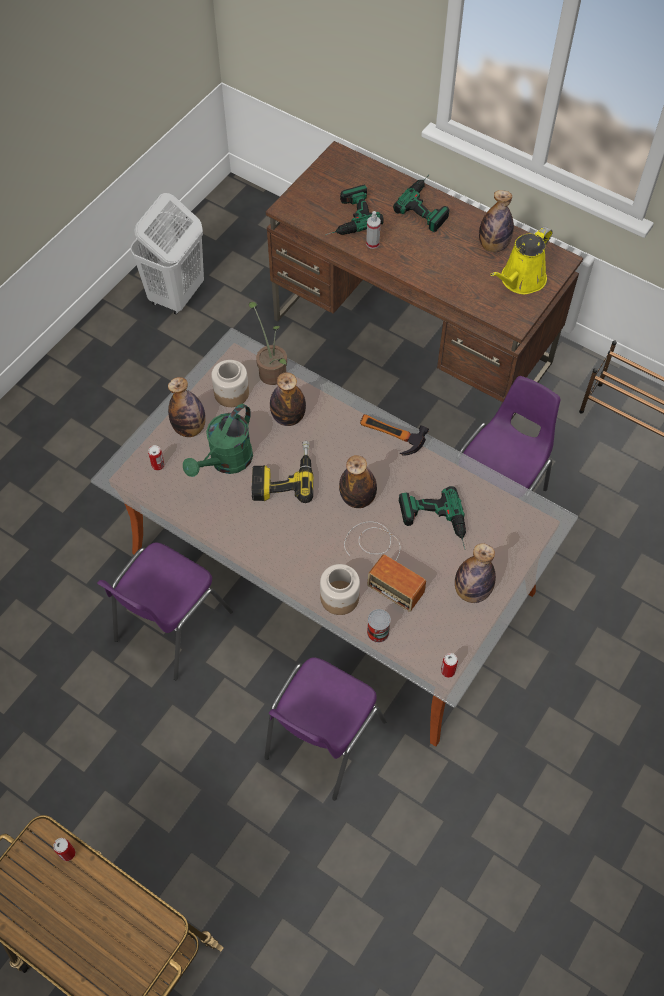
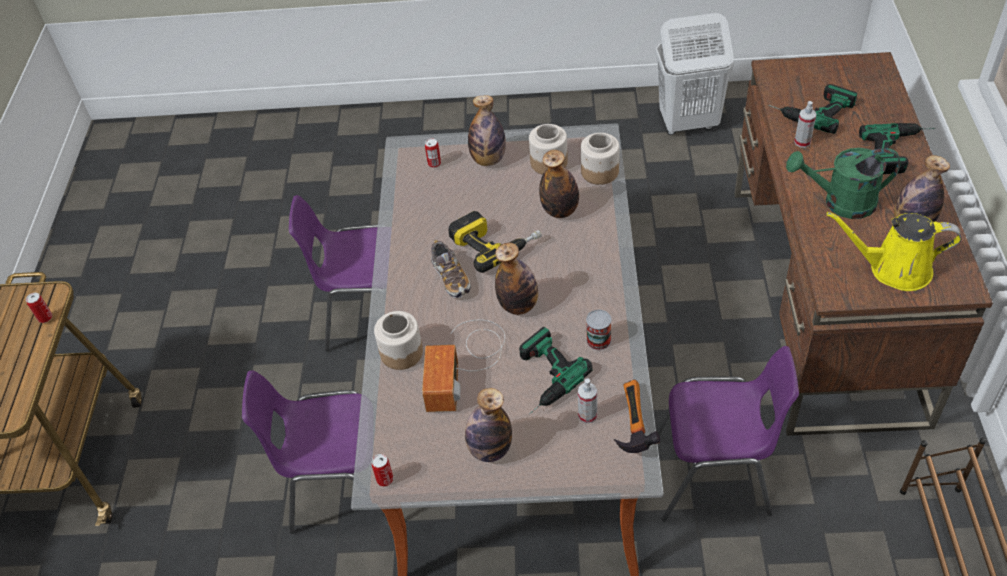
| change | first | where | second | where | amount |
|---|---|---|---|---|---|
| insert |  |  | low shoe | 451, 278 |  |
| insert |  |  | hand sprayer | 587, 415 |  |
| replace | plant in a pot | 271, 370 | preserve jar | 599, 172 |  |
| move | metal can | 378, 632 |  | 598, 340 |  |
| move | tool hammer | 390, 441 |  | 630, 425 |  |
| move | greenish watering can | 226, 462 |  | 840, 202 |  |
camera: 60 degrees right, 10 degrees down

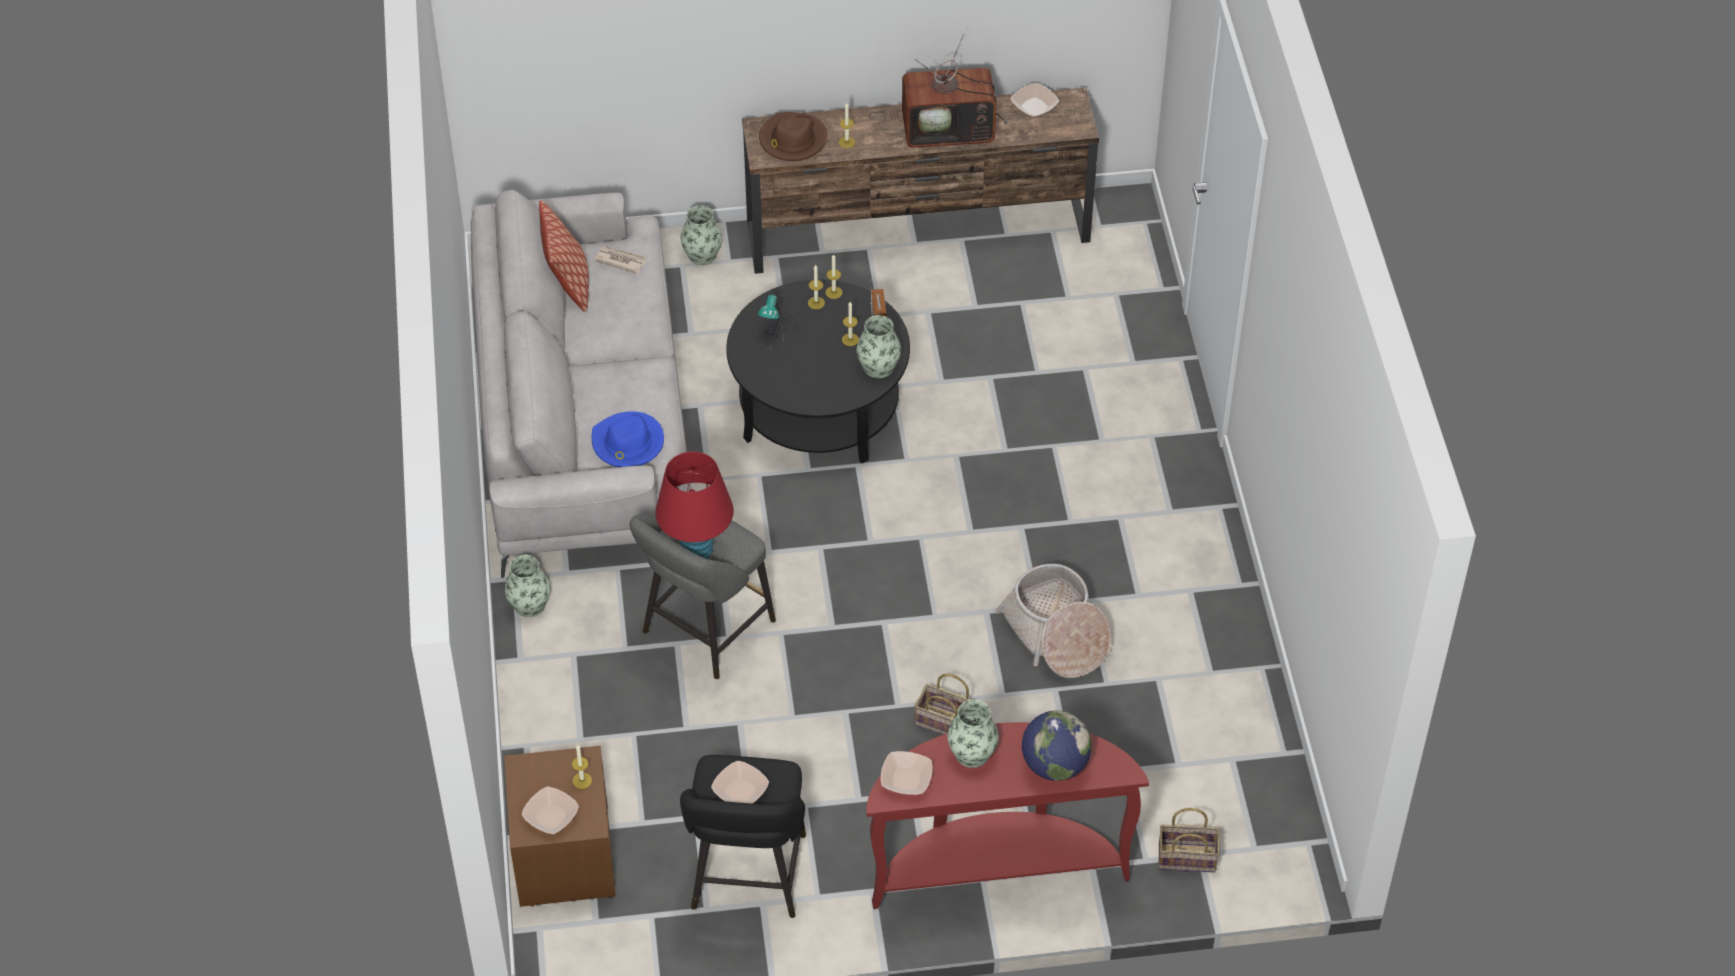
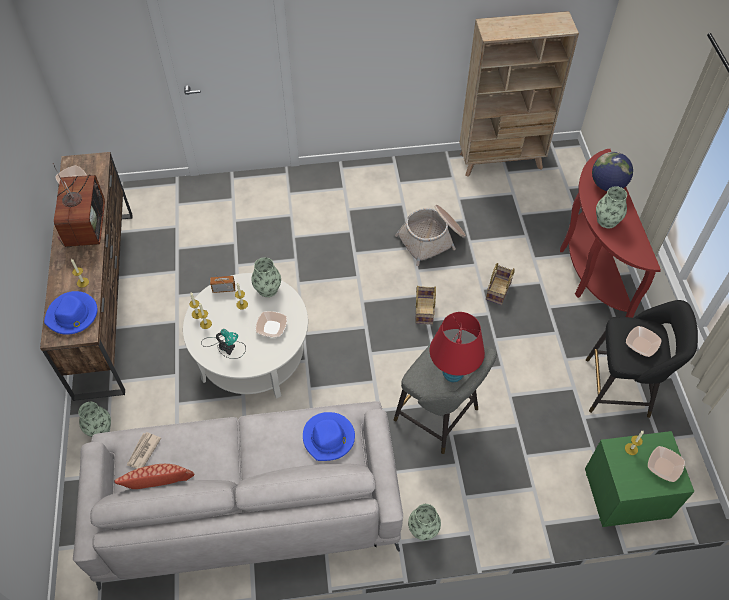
| change | first | where | second | where | amount |
|---|---|---|---|---|---|
| recolor | brown wearable hat | 792, 140 | blue wearable hat | 72, 315 |  |
| recolor | black lounge table | 819, 406 | white-coloured lounge table | 252, 355 |  |
| move | deep dish | 906, 779 |  | 271, 327 |  |
| move | storage basket | 1188, 857 |  | 423, 310 |  |
| insert |  |  | beige bookcase | 501, 161 |  |
| recolor | brown nightstand | 562, 855 | greenish nightstand | 626, 494 |  |
camera: 90 degrees left, 5 degrees up

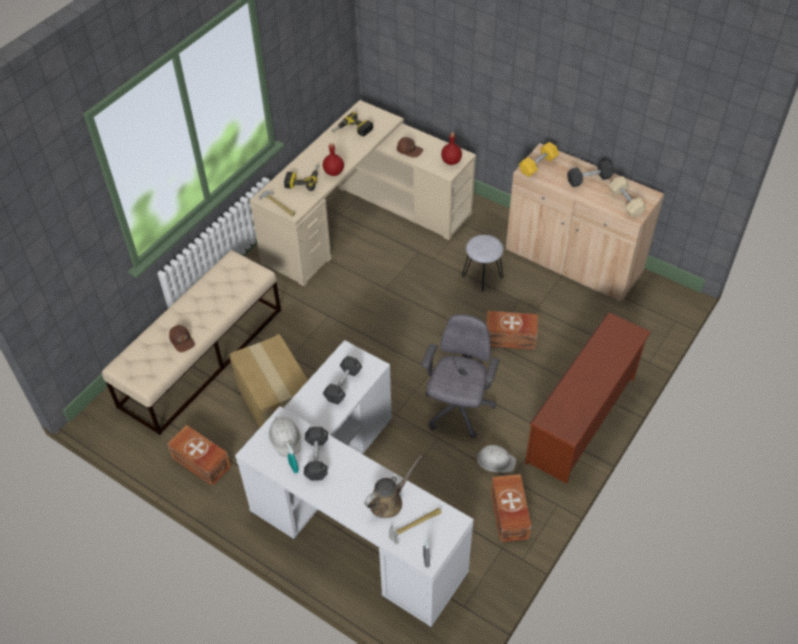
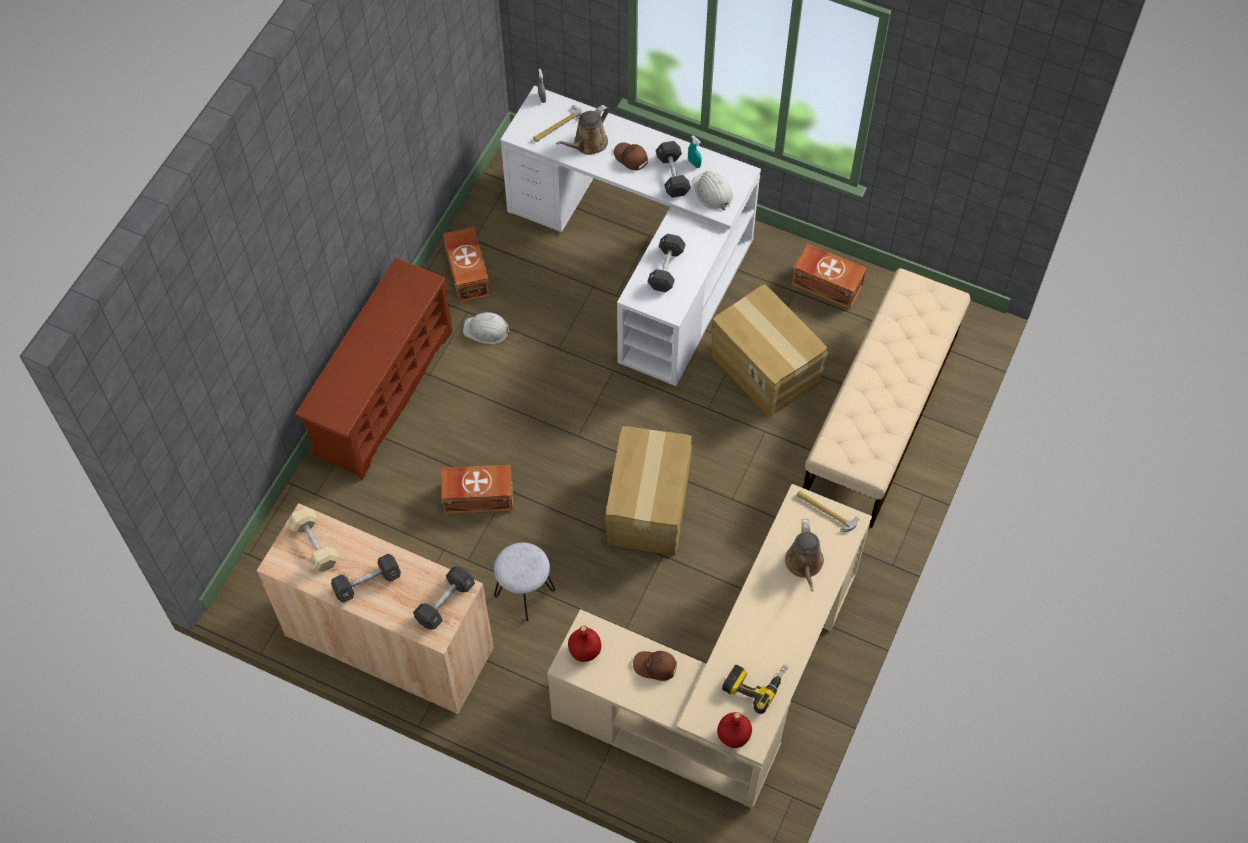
| change | first | where | second | where | amount |
|---|---|---|---|---|---|
| recolor | yellow-coloured free weight | 538, 165 | black free weight | 445, 602 |  |
| insert |  |  | packing box | 649, 506 |  |
| move | brown cap | 182, 341 |  | 630, 158 |  |
| move | red bottle | 333, 172 |  | 734, 736 |  |
| replace | drill | 303, 180 | brown watering can | 804, 564 |  |
| delete | grey desk chair | 457, 410 |  |  |  |
camera: 170 degrees right, 10 degrees up

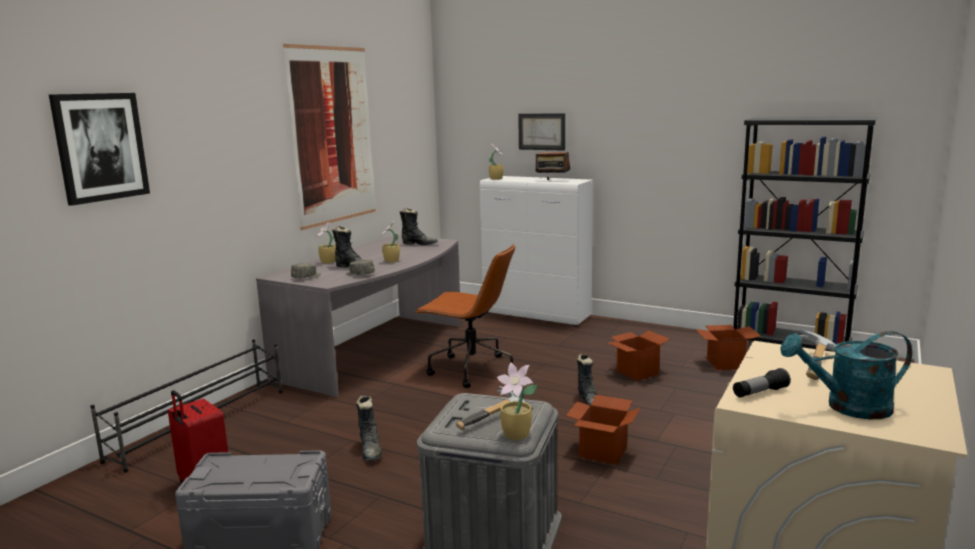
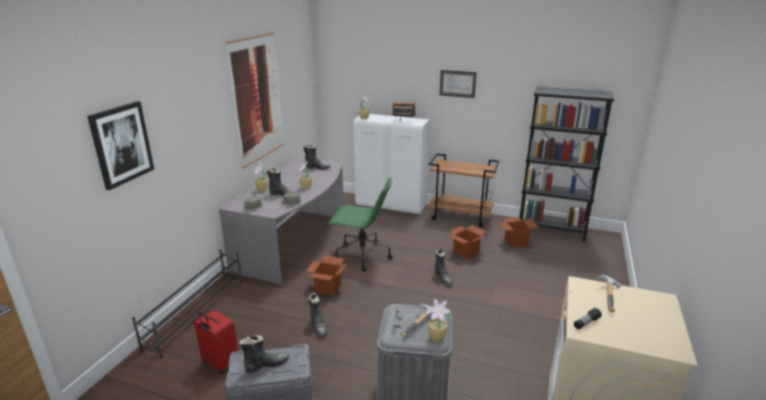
| change | first | where | second | where | amount |
|---|---|---|---|---|---|
| insert |  |  | black boot | 266, 365 |  |
| move | packing box | 603, 452 |  | 328, 287 |  |
| recolor | brown desk chair | 470, 370 | greenish desk chair | 361, 256 |  |
| insert |  |  | brown cart | 460, 217 |  |
| move | picture | 541, 131 |  | 457, 83 |  |
| delete | turquoise watering can | 847, 407 |  |  |  |
camera: 10 degrees left, 10 degrees up

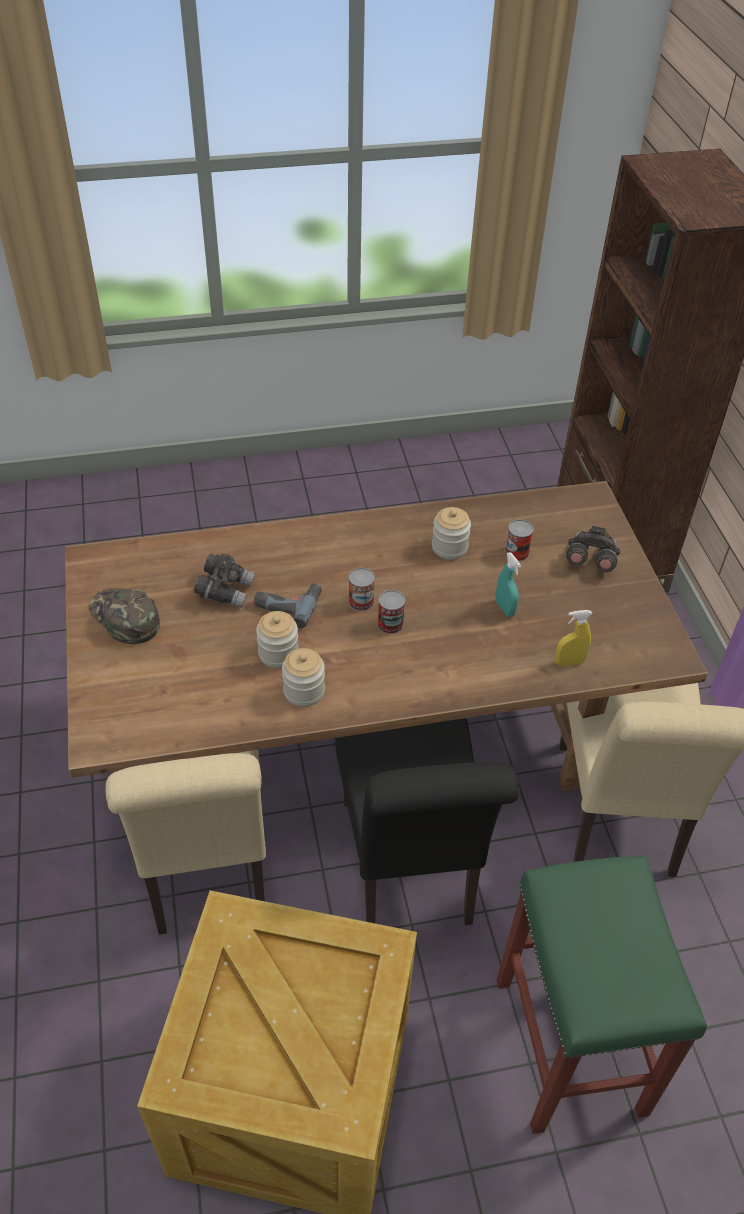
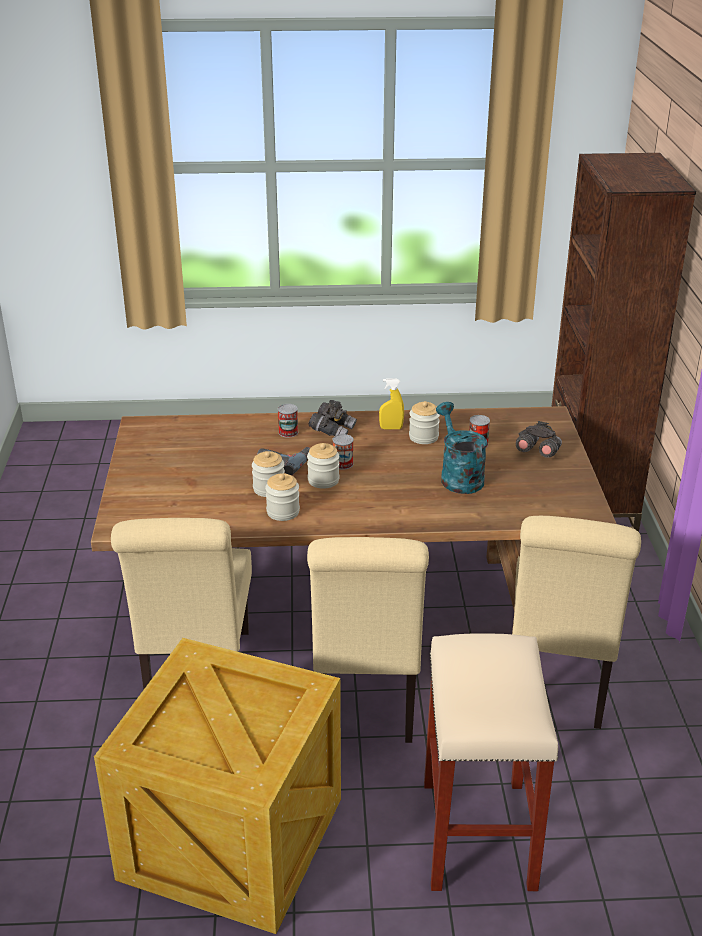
| change | first | where | second | where | amount |
|---|---|---|---|---|---|
| move | metal can | 390, 624 |  | 288, 432 |  |
| insert |  |  | preserve jar | 323, 480 |  |
| recolor | black upright chair | 409, 870 | beige upright chair | 366, 700 |  |
| move | grey binoculars | 225, 590 |  | 332, 430 |  |
| move | yellow-coloured hand sprayer | 569, 662 |  | 391, 428 |  |
| recolor | greenish stool | 571, 1047 | beige stool | 479, 836 |  |
| replace | turquoise hand sprayer | 505, 608 | turquoise watering can | 458, 476 |  |
| delete | greenish cap | 124, 618 |  |  |  |
camera: 10 degrees right, 15 degrees down

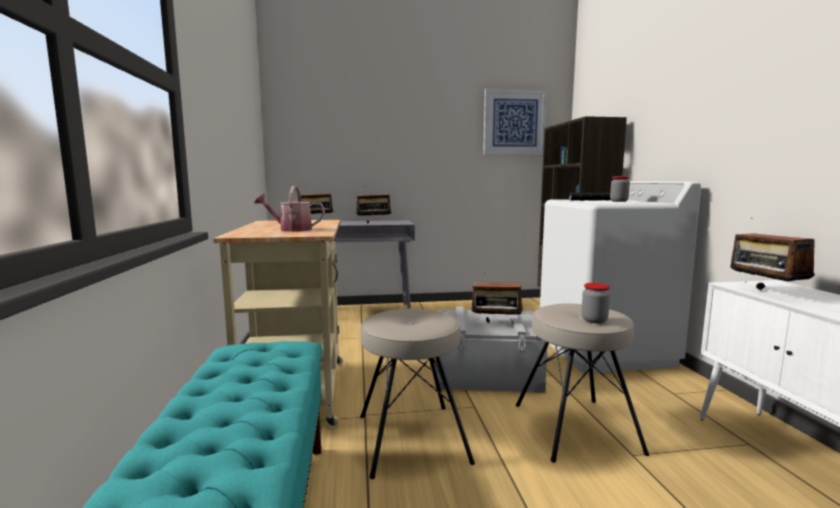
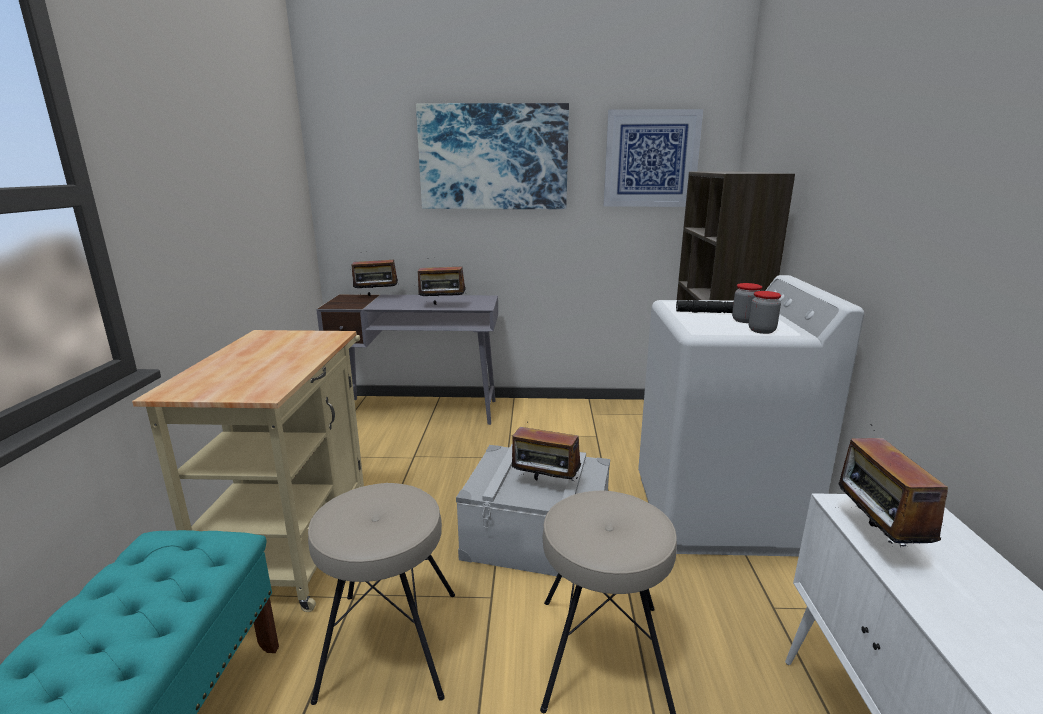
| change | first | where | second | where | amount |
|---|---|---|---|---|---|
| insert |  |  | picture | 493, 157 |  |
| move | preserve jar | 594, 320 |  | 761, 331 |  |
| delete | watering can | 291, 229 |  |  |  |
camera: 10 degrees right, 10 degrees up

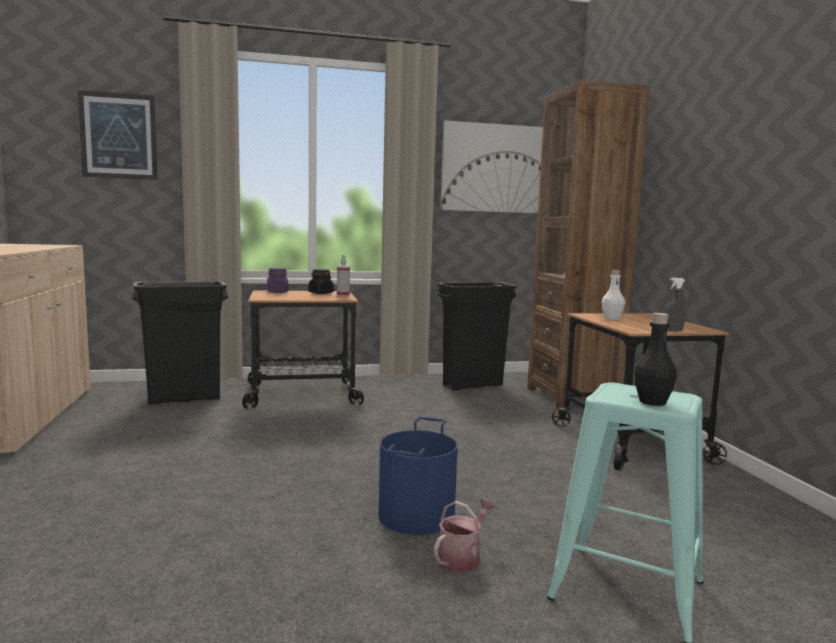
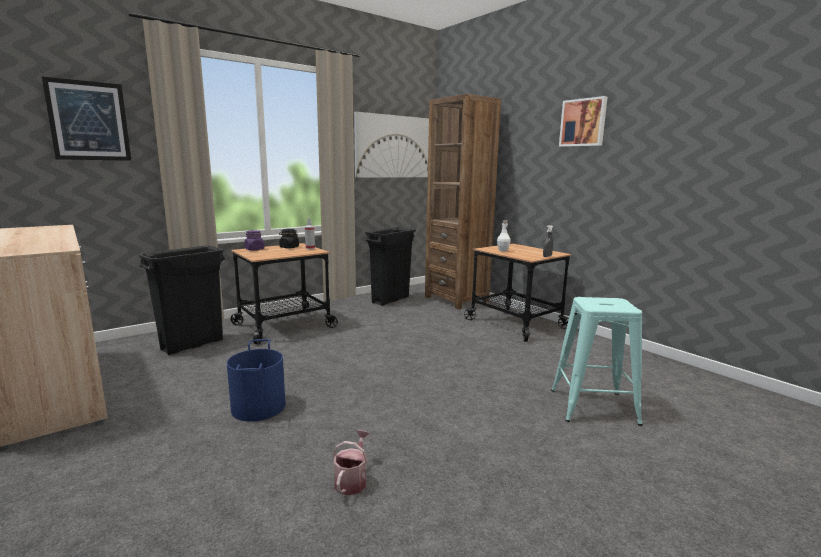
| change | first | where | second | where | amount |
|---|---|---|---|---|---|
| move | blue bucket | 417, 516 |  | 259, 407 |  |
| move | watering can | 462, 558 |  | 352, 480 |  |
| insert |  |  | picture | 583, 122 |  |
| delete | black bottle | 652, 402 |  |  |  |
camera: 25 degrees left, 5 degrees up

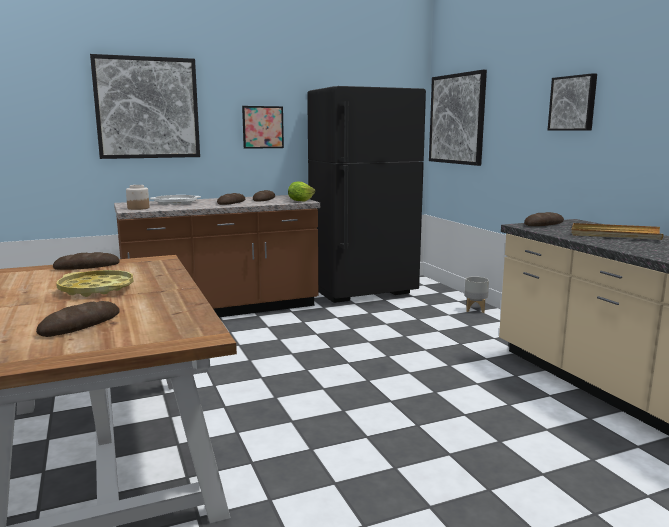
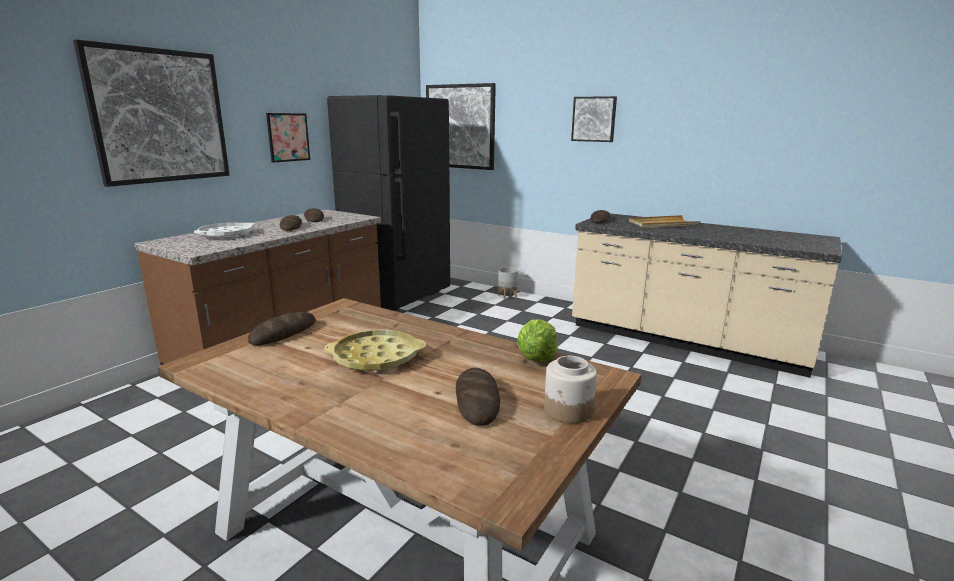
| change | first | where | second | where | amount |
|---|---|---|---|---|---|
| move | head of lettuce | 300, 201 |  | 536, 357 |  |
| move | preserve jar | 138, 208 |  | 568, 410 |  |
camera: 35 degrees left, 5 degrees up

